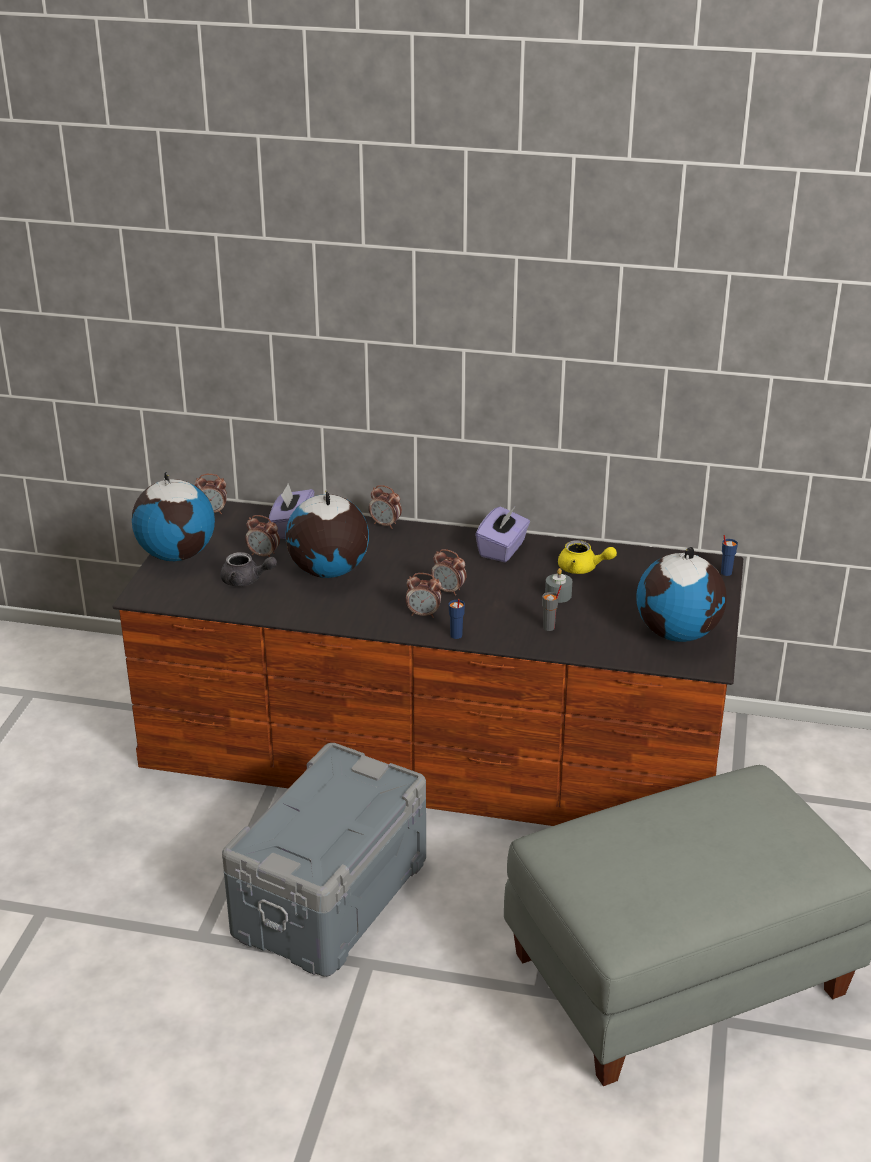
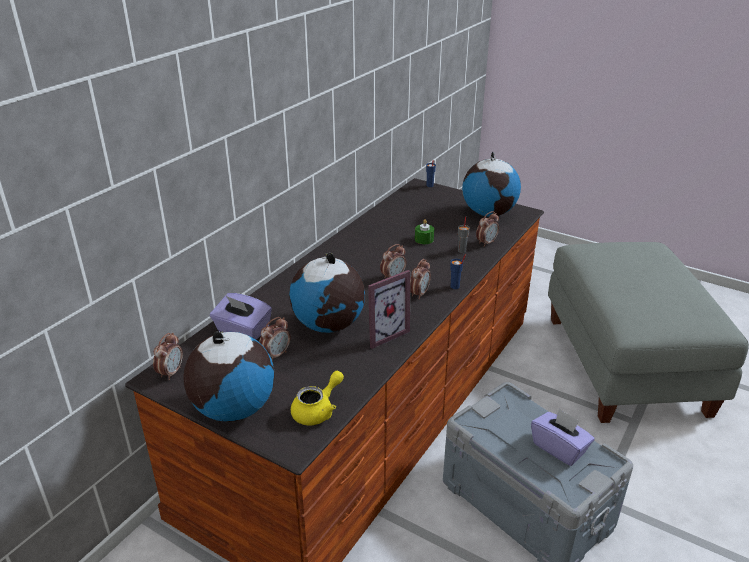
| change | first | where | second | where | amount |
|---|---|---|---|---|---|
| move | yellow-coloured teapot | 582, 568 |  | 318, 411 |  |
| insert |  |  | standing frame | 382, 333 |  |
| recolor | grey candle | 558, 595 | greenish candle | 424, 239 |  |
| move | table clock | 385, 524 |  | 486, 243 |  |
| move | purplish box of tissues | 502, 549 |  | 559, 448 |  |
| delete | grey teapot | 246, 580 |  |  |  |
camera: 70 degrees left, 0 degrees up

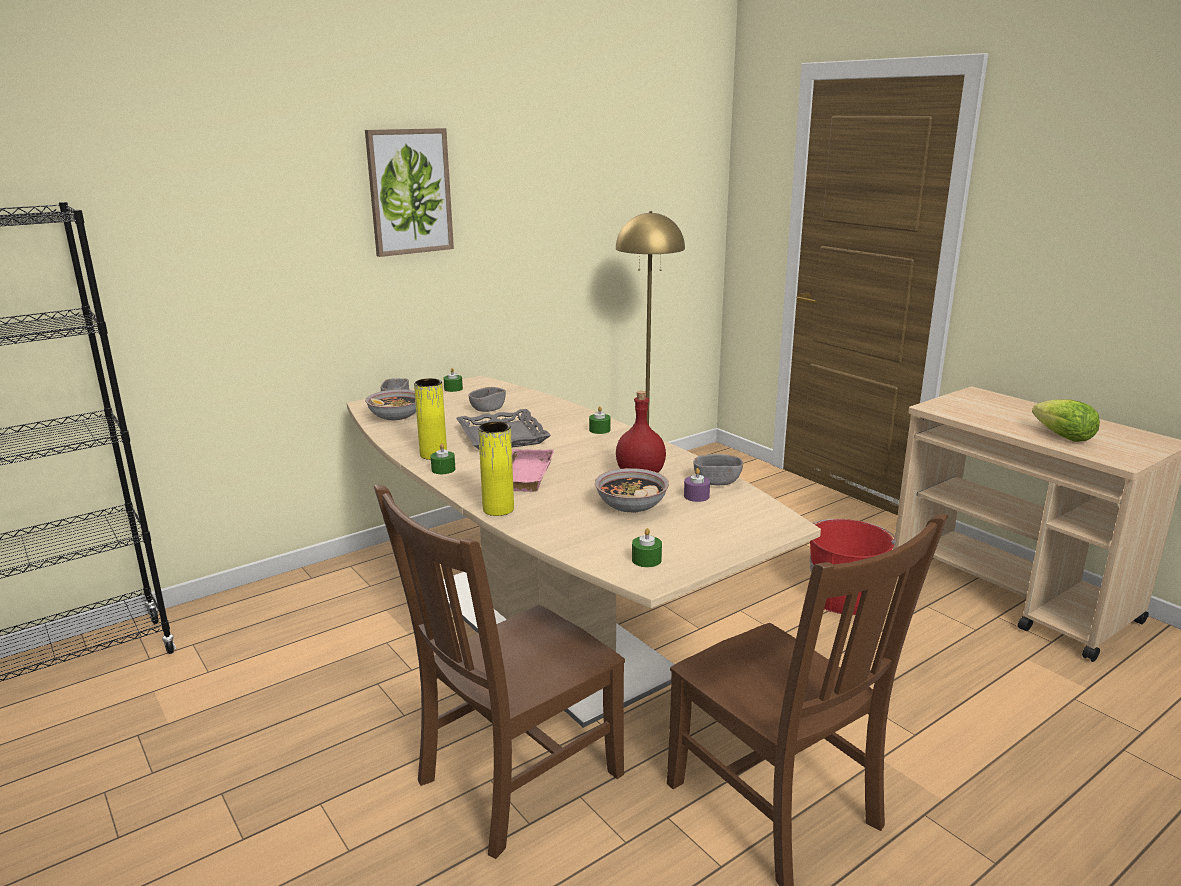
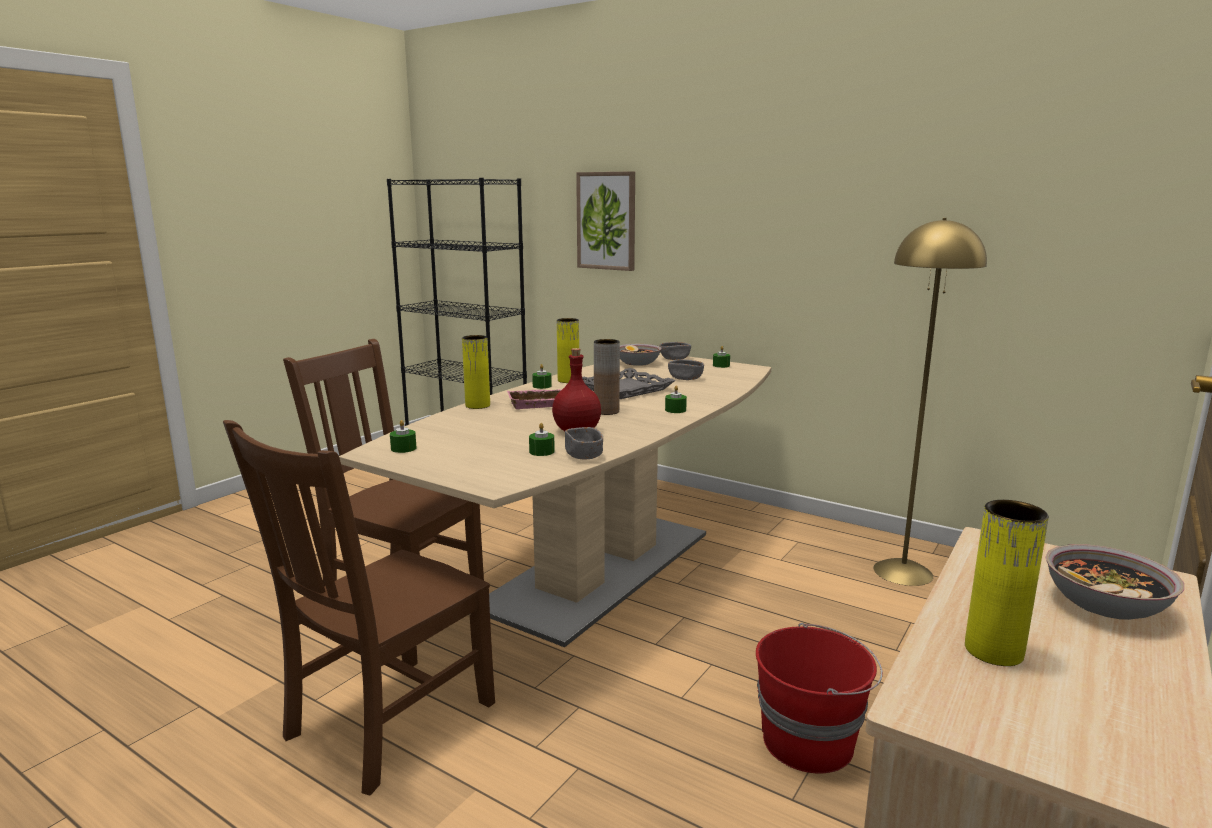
| change | first | where | second | where | amount |
|---|---|---|---|---|---|
| recolor | purplish candle | 696, 496 | greenish candle | 542, 451 |  |
| move | picture | 409, 192 |  | 606, 221 |  |
| insert |  |  | brown vase | 606, 411 |  |
| replace | head of lettuce | 1063, 437 | yellow-coloured vase | 993, 651 |  |
| move | deep dish | 631, 505 |  | 1105, 605 |  |
camera: 70 degrees right, 5 degrees down

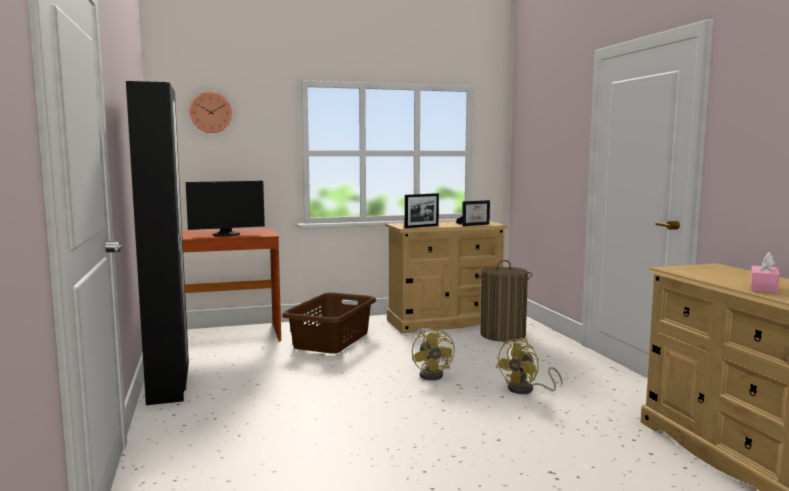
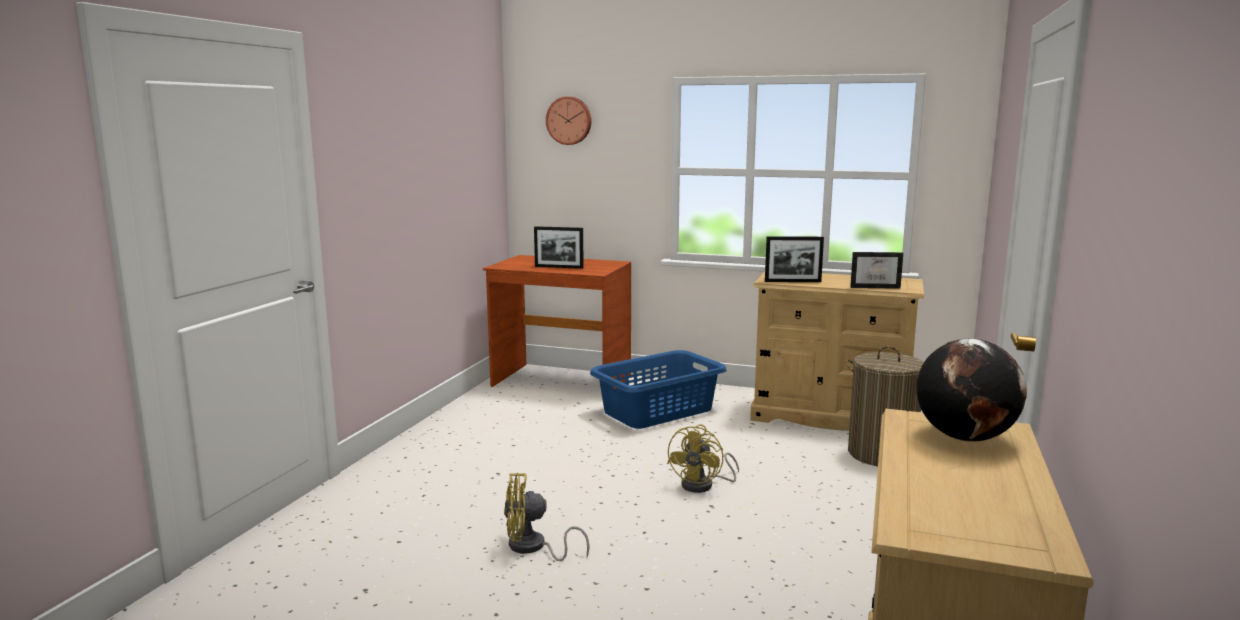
| change | first | where | second | where | amount |
|---|---|---|---|---|---|
| move | yellow-coloured fan | 526, 390 |  | 533, 548 |  |
| replace | computer display | 226, 234 | standing frame | 559, 267 |  |
| recolor | brown hamper | 332, 340 | blue hamper | 659, 411 |  |
| insert |  |  | world globe | 964, 437 |  |
| delete | black armoire | 169, 387 |  |  |  |
| delete | pink box of tissues | 763, 288 |  |  |  |
camera: 35 degrees right, 5 degrees up

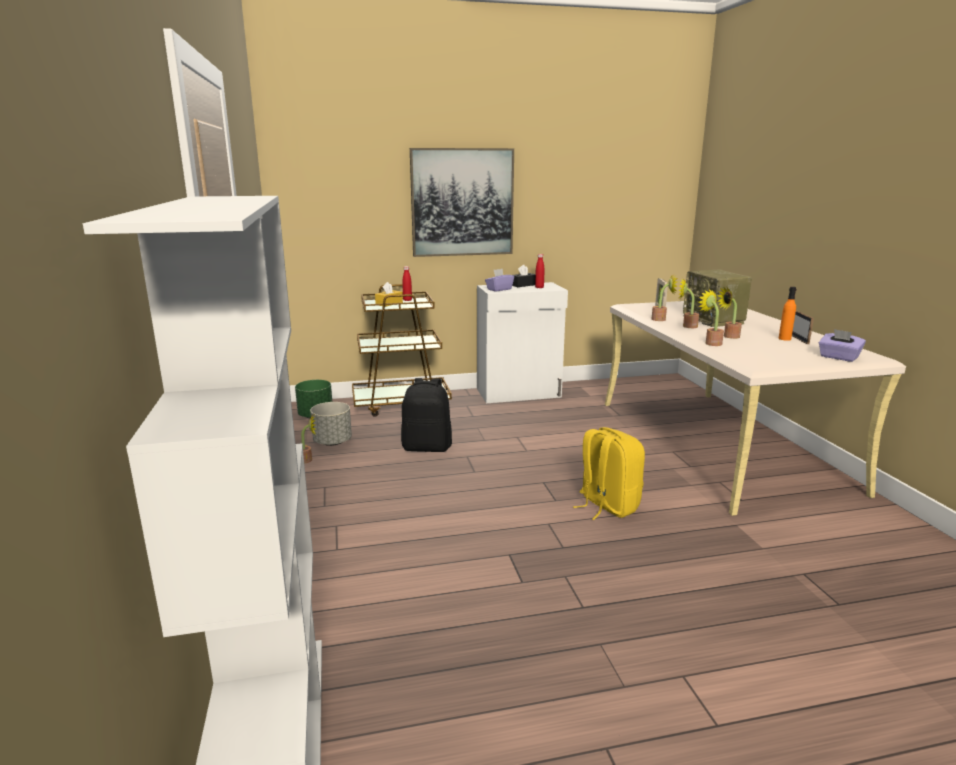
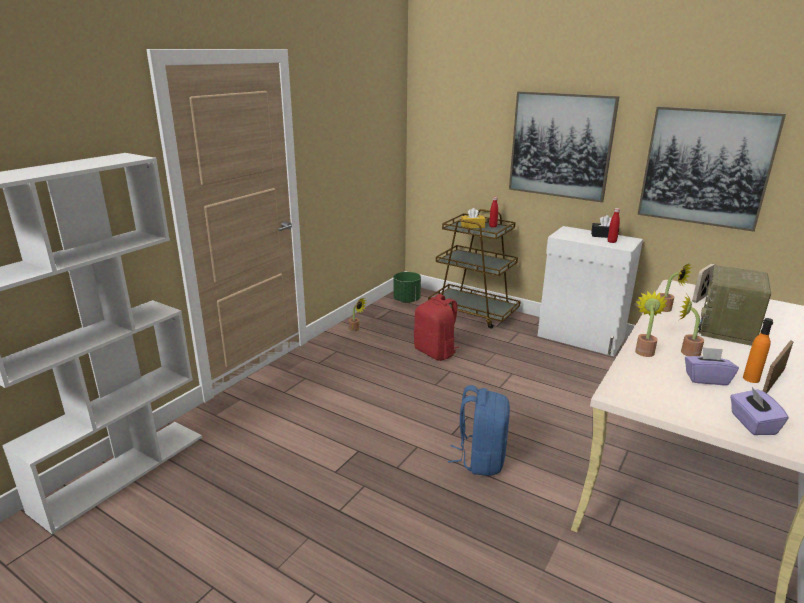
| change | first | where | second | where | amount |
|---|---|---|---|---|---|
| recolor | black knapsack | 427, 447 | red knapsack | 436, 352 |  |
| recolor | yellow-coloured knapsack | 606, 506 | blue knapsack | 480, 459 |  |
| insert |  |  | picture | 705, 167 |  |
| move | purplish box of tissues | 499, 289 |  | 706, 379 |  |
| delete | grey planter | 332, 442 |  |  |  |
| delete | plant in a pot | 687, 326 |  |  |  |
camera: 45 degrees right, 5 degrees up

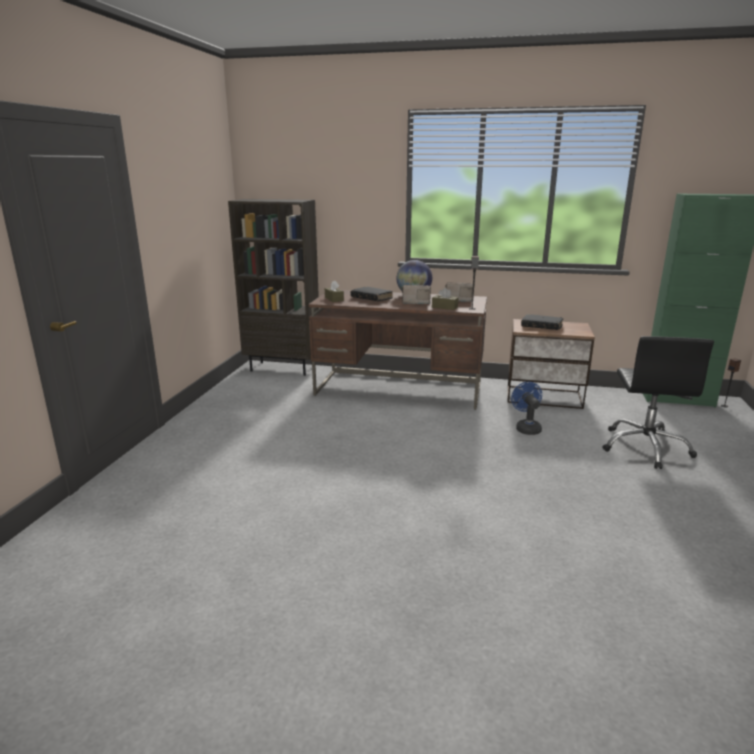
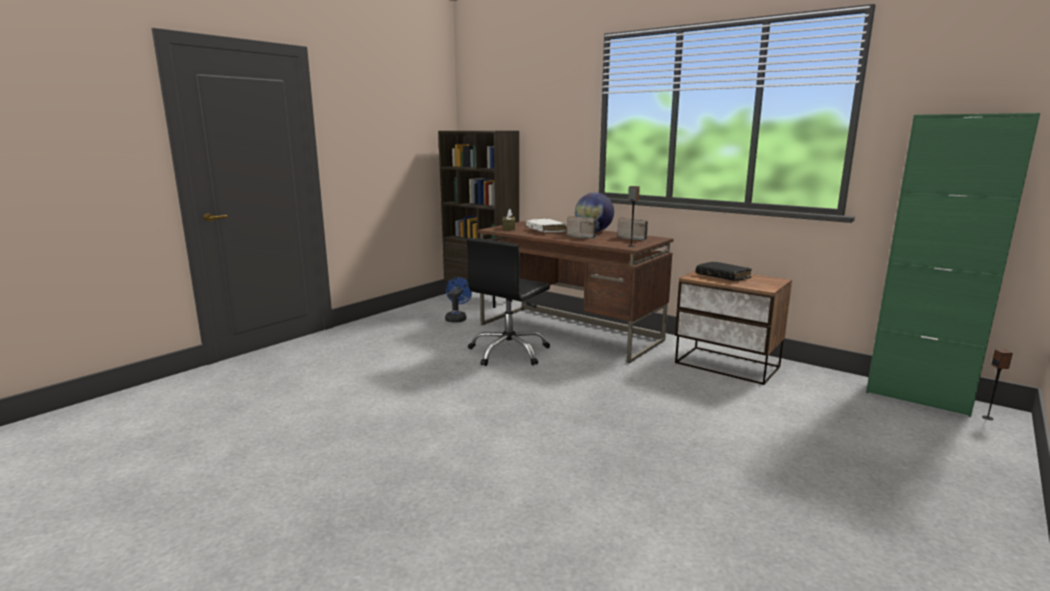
| change | first | where | second | where | amount |
|---|---|---|---|---|---|
| move | blue fan | 526, 428 |  | 457, 318 |  |
| move | black desk chair | 645, 447 |  | 509, 352 |  |
| recolor | black book | 371, 298 | white-coloured book | 545, 230 |  |
| delete | brown box of tissues | 444, 307 |  |  |  |
camera: 25 degrees right, 5 degrees down

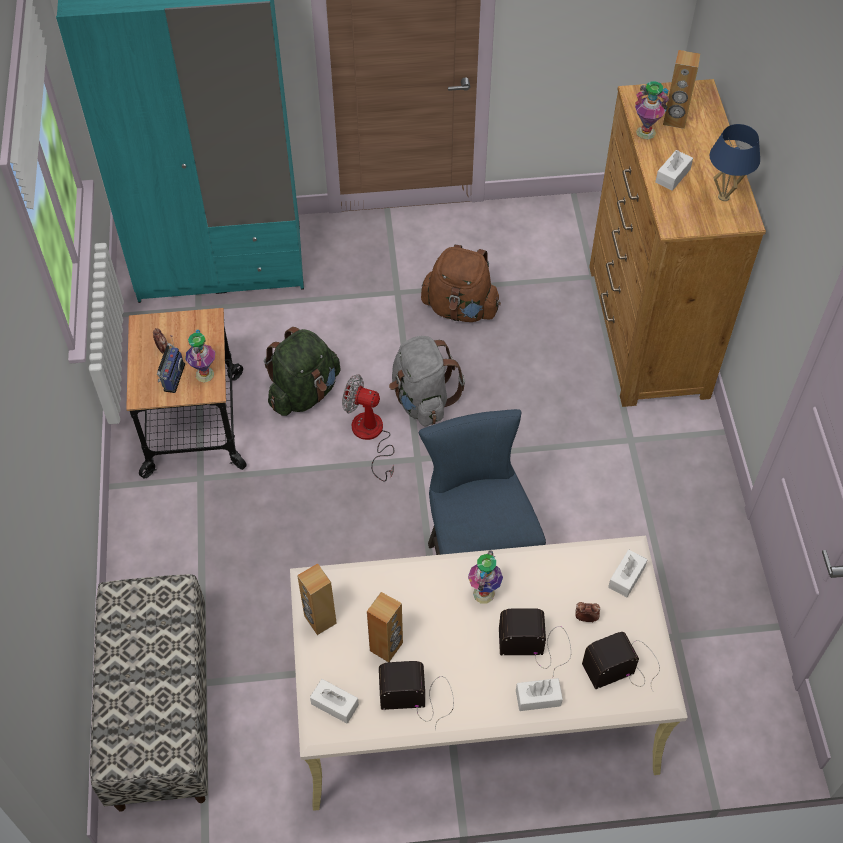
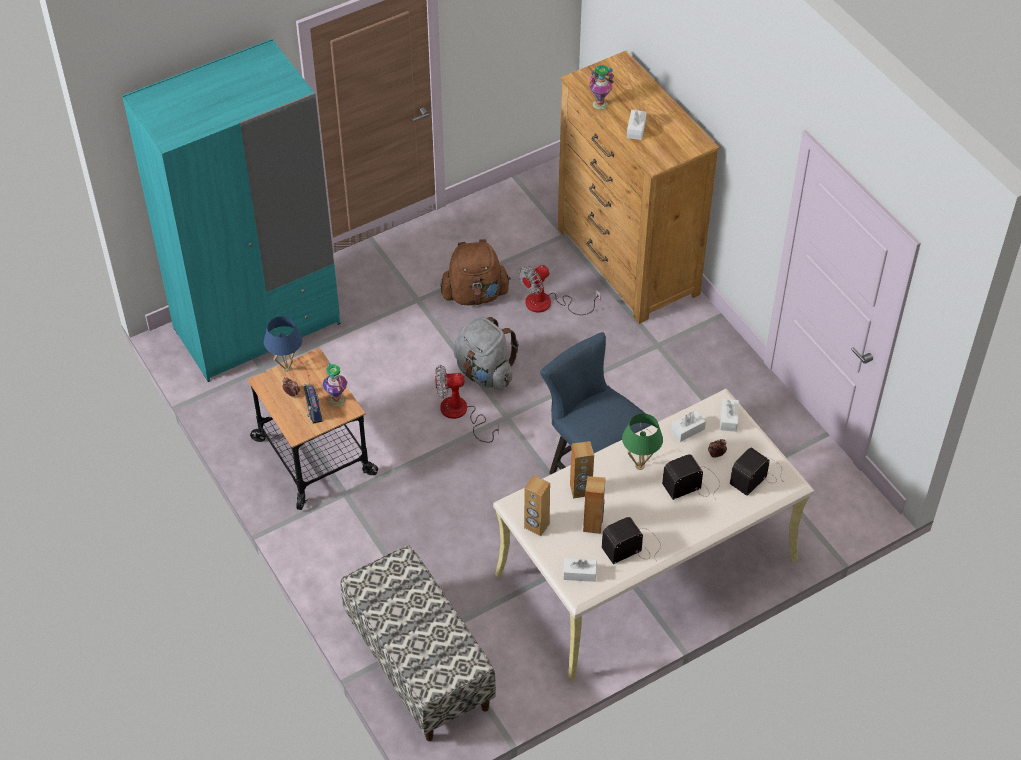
| change | first | where | second | where | amount |
|---|---|---|---|---|---|
| move | blue table lamp | 723, 197 |  | 286, 368 |  |
| insert |  |  | fan | 548, 304 |  |
| move | brown loudspeaker | 675, 120 |  | 580, 490 |  |
| replace | vase | 484, 594 | greenish table lamp | 639, 466 |  |
| move | white-coloured box of tissues | 538, 698 |  | 687, 430 |  |
| delete | greenish knapsack | 304, 392 |  |  |  |
camera: 25 degrees left, 5 degrees down

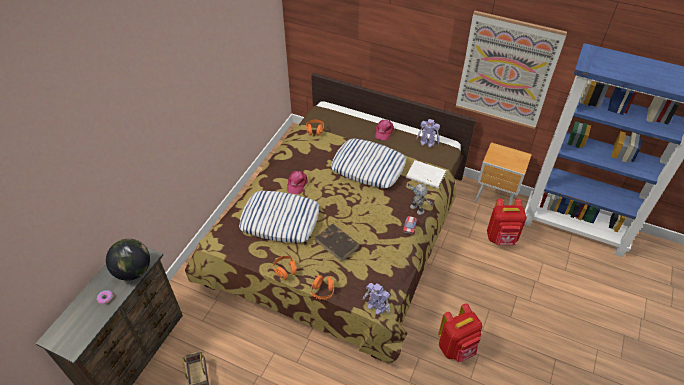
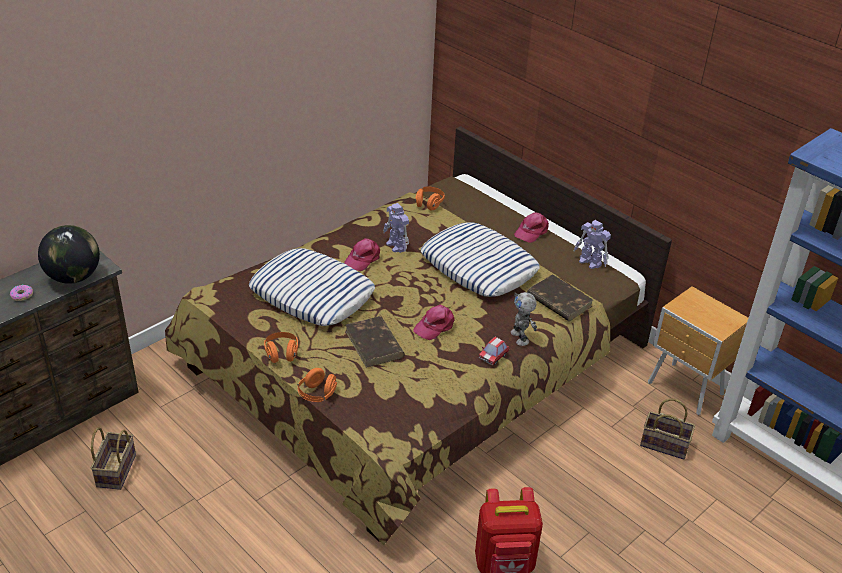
| change | first | where | second | where | amount |
|---|---|---|---|---|---|
| move | toy robot | 376, 307 |  | 396, 246 |  |
| insert |  |  | pink cap | 435, 326 |  |
| recolor | white-coloured book | 425, 176 | brown book | 558, 300 |  |
| replace | red knapsack | 501, 238 | storage basket | 665, 444 |  |
| delete | picture | 506, 71 |  |  |  |
camera: 20 degrees right, 10 degrees down

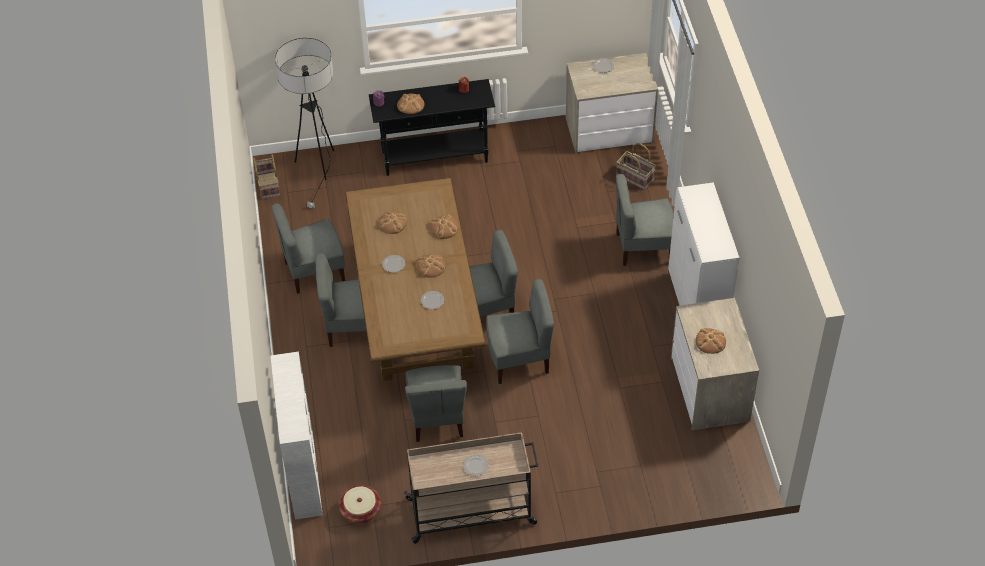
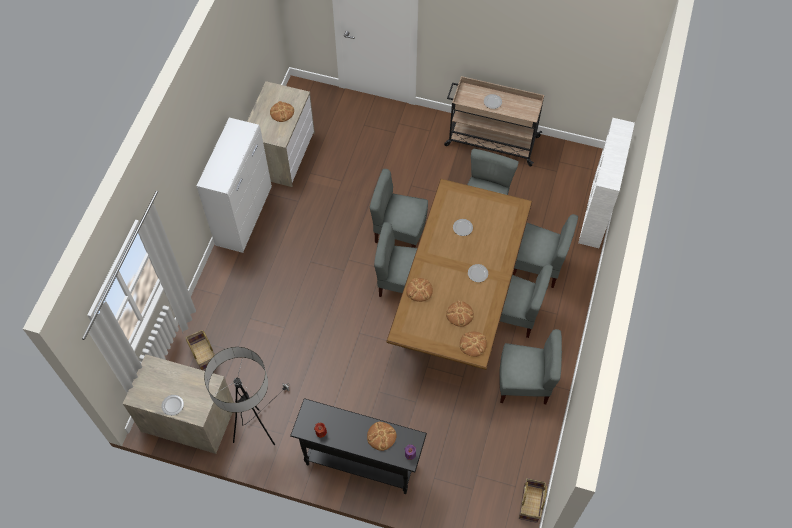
| change | first | where | second | where | amount |
|---|---|---|---|---|---|
| move | standard lamp | 318, 168 |  | 257, 431 |  |
| move | bread | 431, 266 |  | 473, 344 |  |
| move | grey upright chair | 643, 247 |  | 538, 266 |  |
| delete | storage basket | 361, 511 |  |  |  |
camera: 155 degrees left, 10 degrees up

